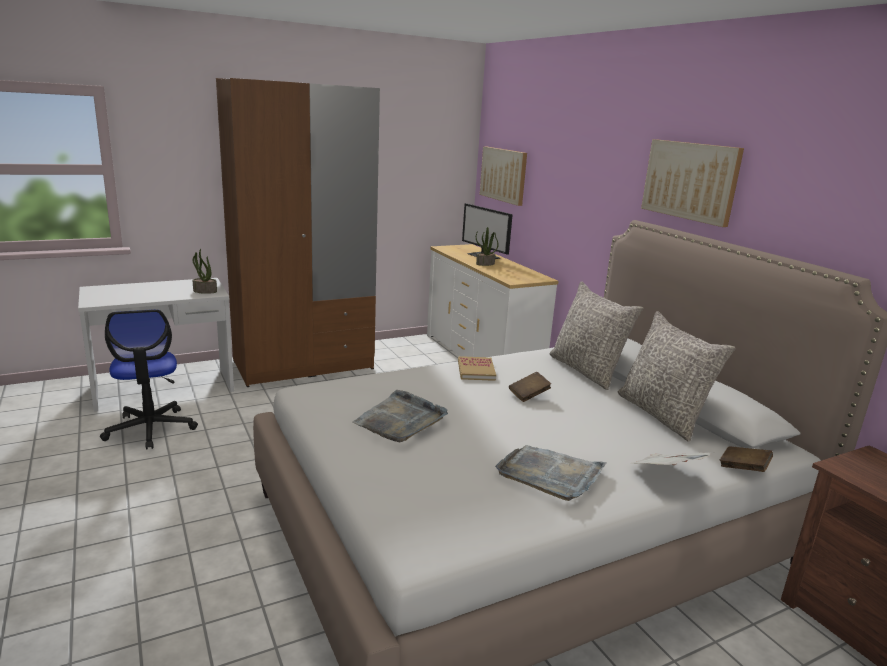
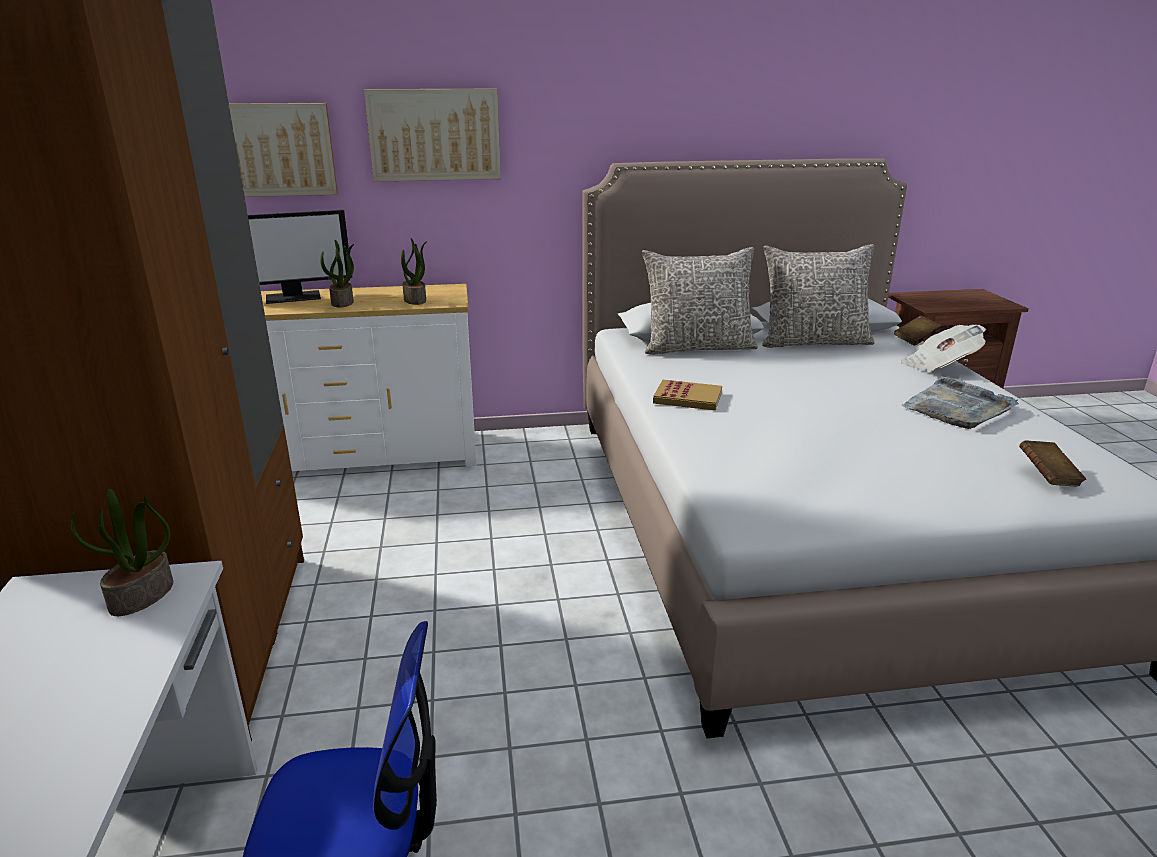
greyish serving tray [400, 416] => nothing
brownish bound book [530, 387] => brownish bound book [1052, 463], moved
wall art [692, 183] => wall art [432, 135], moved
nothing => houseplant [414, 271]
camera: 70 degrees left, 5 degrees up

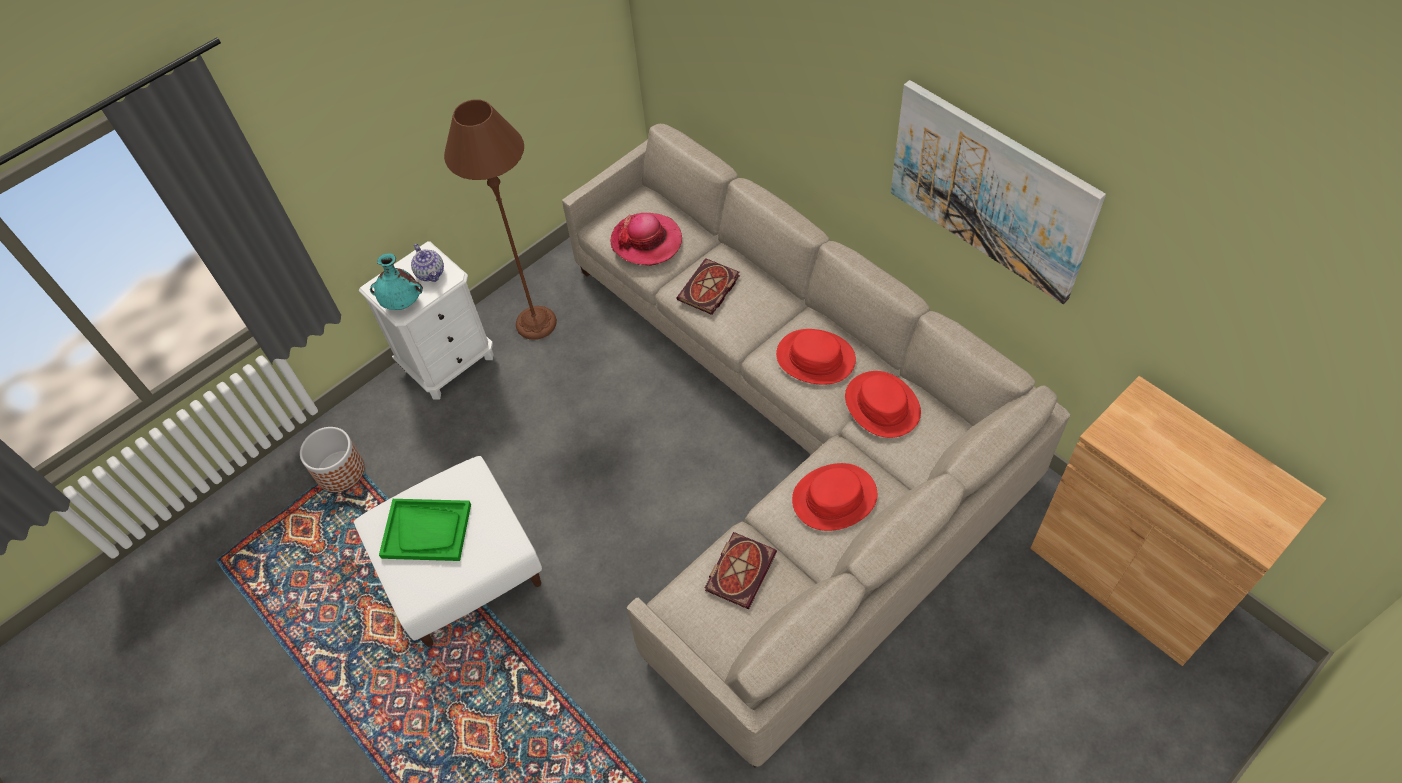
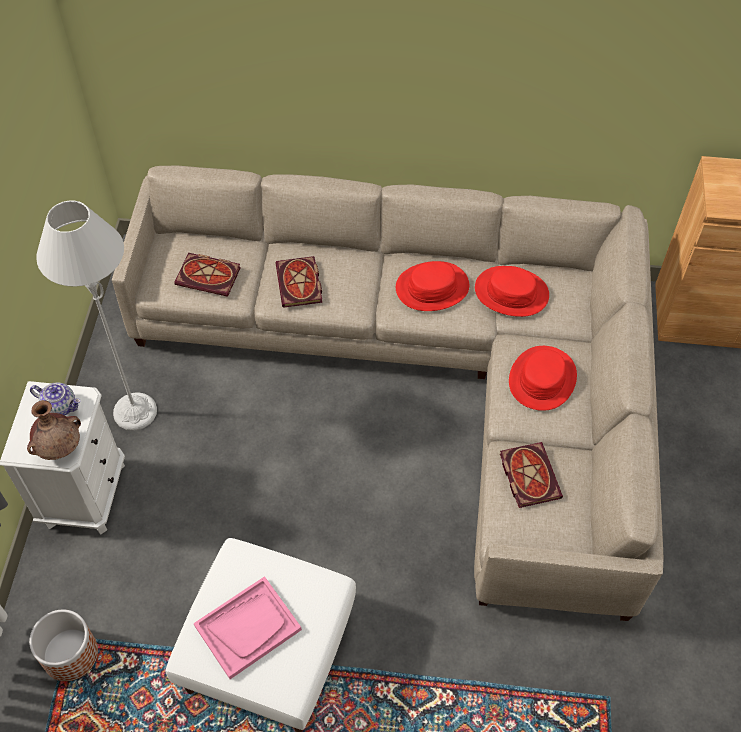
turquoise-coloured vase [396, 281] => brownish vase [54, 430]
green serving tray [425, 530] => pink-coloured serving tray [248, 627]
brownish floor lamp [500, 219] => greyish floor lamp [96, 315]
clothing hat [646, 239] => bound book [207, 275]
wall art [998, 192] => nothing
camera: 45 degrees left, 0 degrees up

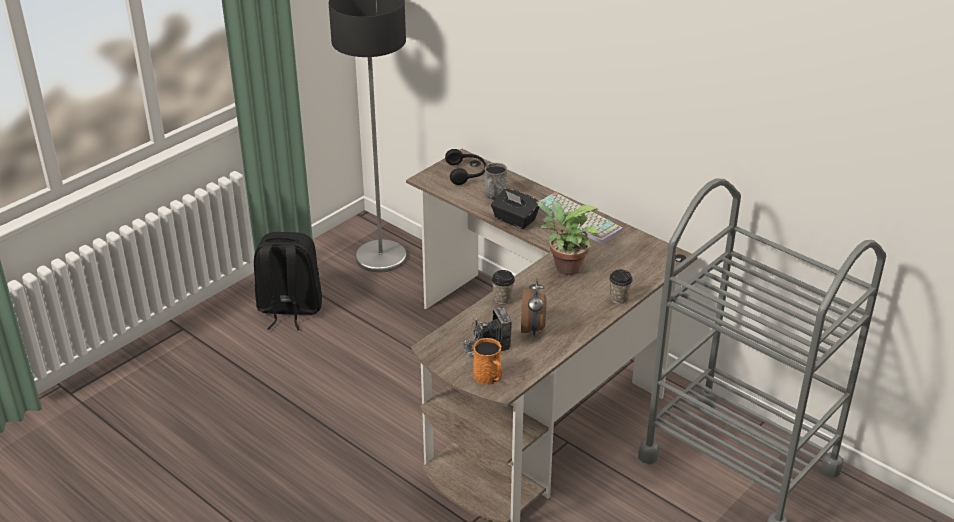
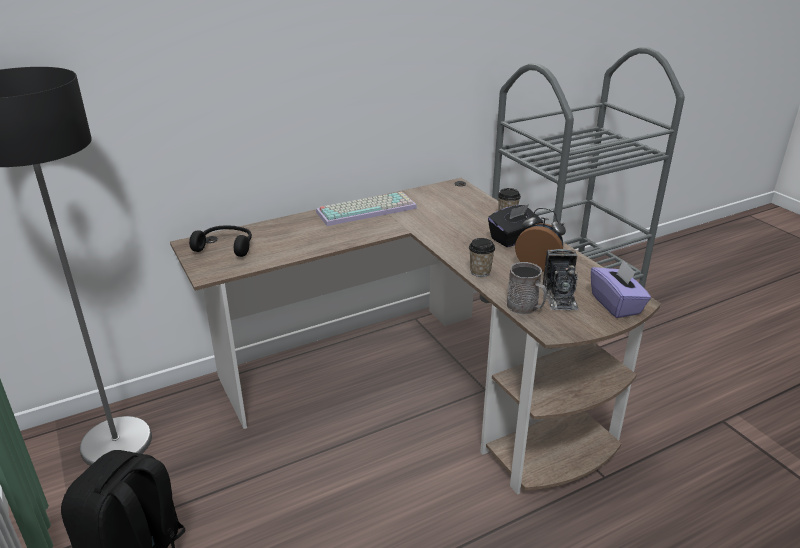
orangey coffee mug [487, 361] => purple tissue box [621, 289]
greyish coffee mug [495, 181] => greyish coffee mug [527, 288], moved
blackish tissue box [515, 209] => blackish tissue box [515, 225], moved
houseplant [568, 238] => nothing
camera: 70 degrees left, 5 degrees down

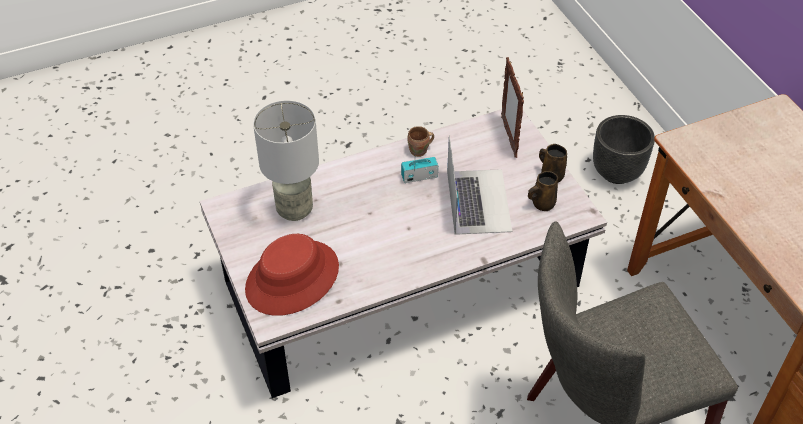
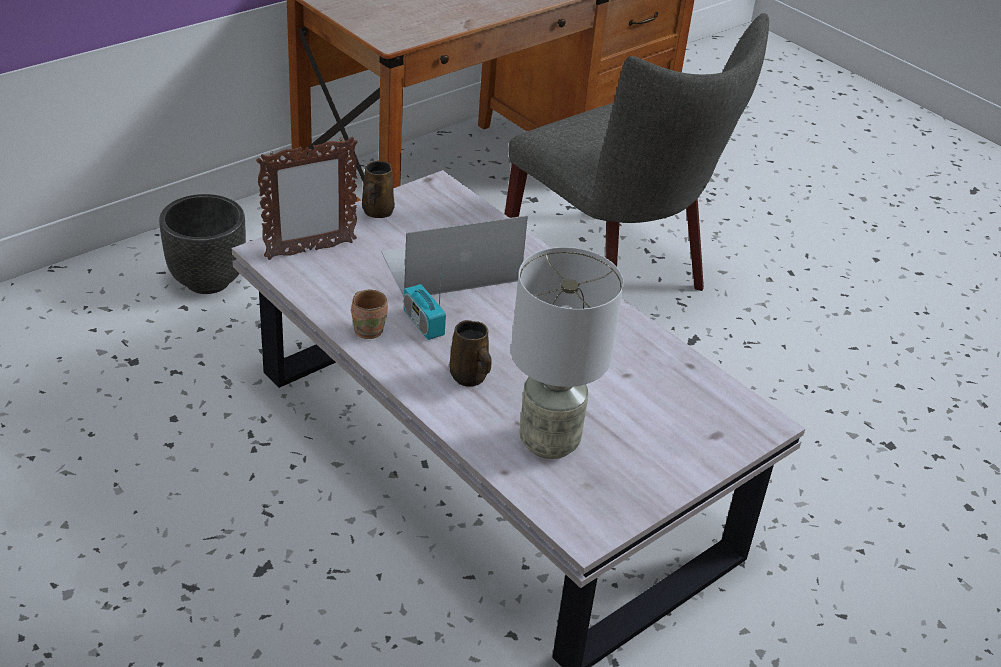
red-coloured clothing hat [292, 275] => nothing
brownish coffee mug [543, 191] => brownish coffee mug [470, 353], moved
camera: 110 degrees left, 10 degrees down

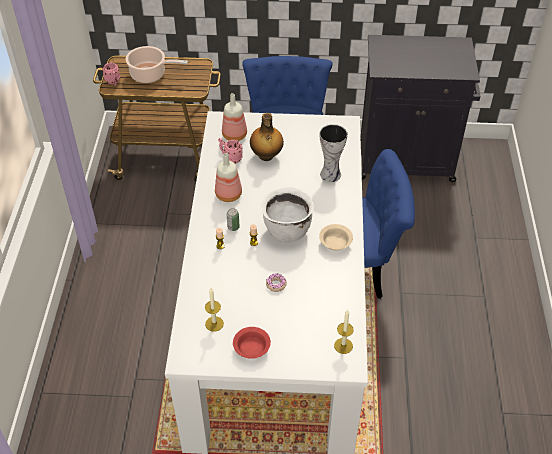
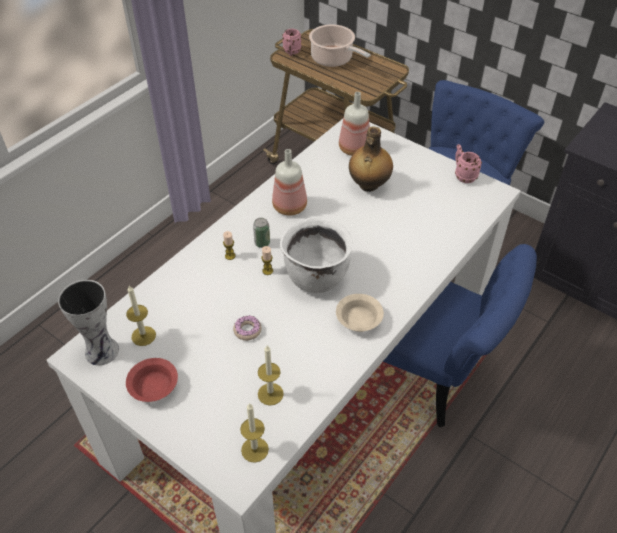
pink-coloured coffee mug [230, 151] => pink-coloured coffee mug [468, 163], moved
vase [333, 153] => vase [88, 323], moved
nothing => candle [271, 376]
camera: 35 degrees right, 0 degrees up

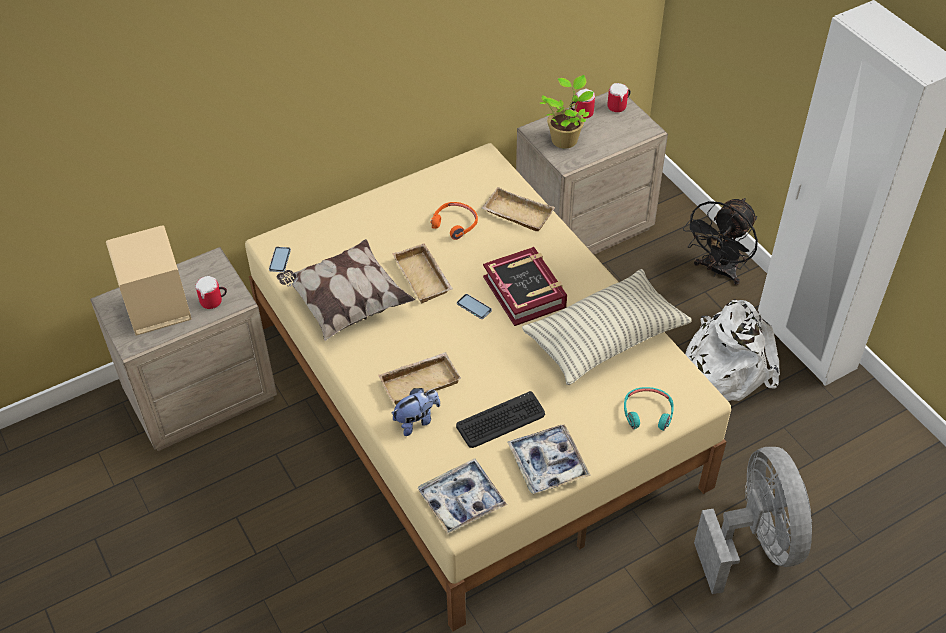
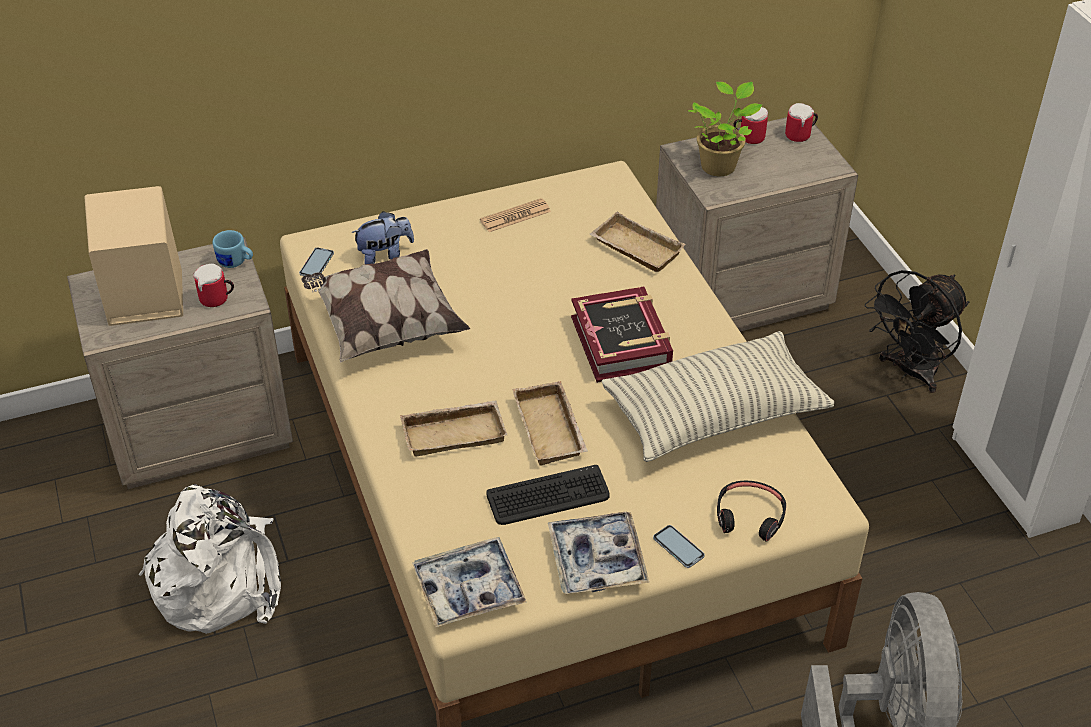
beige-coloured serving tray [422, 273] => beige-coloured serving tray [550, 423], moved
cuddly toy [416, 412] => cuddly toy [382, 237], moved
orangey pair of headphones [454, 221] => nothing
handset [474, 306] => handset [679, 546], moved
turquoise-coloured pair of headphones [649, 409] => blackish pair of headphones [751, 511]
white-coloured backpack [732, 350] => white-coloured backpack [210, 559], moved
nothing => blue coffee mug [233, 249]
nothing => daily paper [515, 215]
camera: 10 degrees right, 5 degrees down

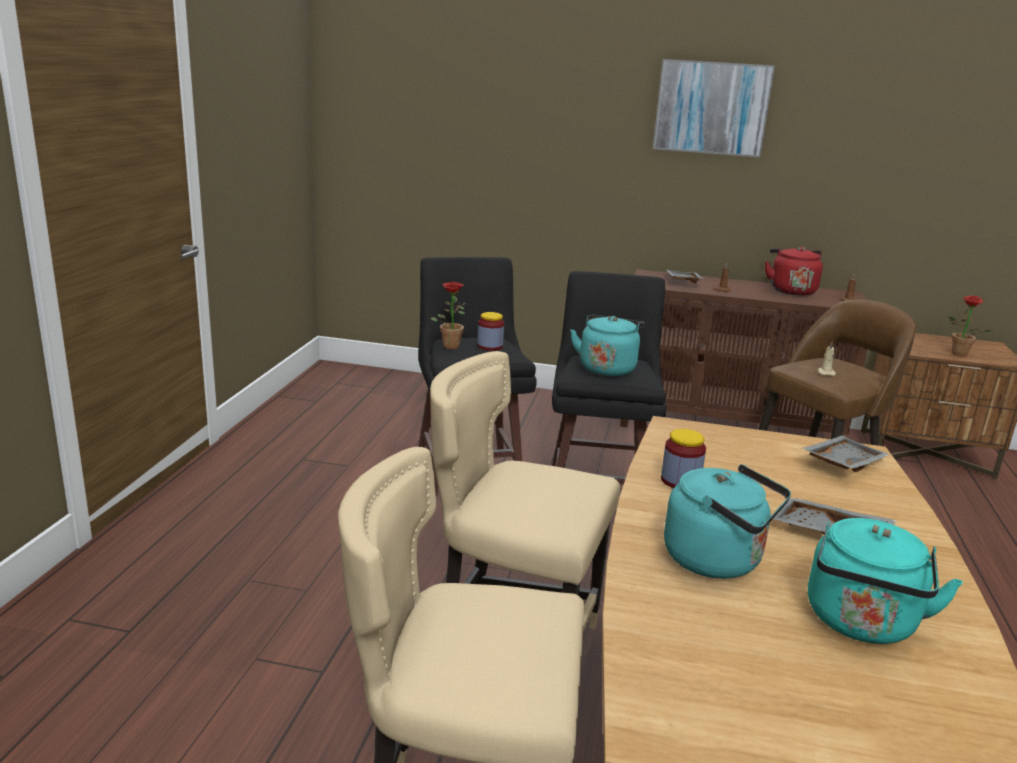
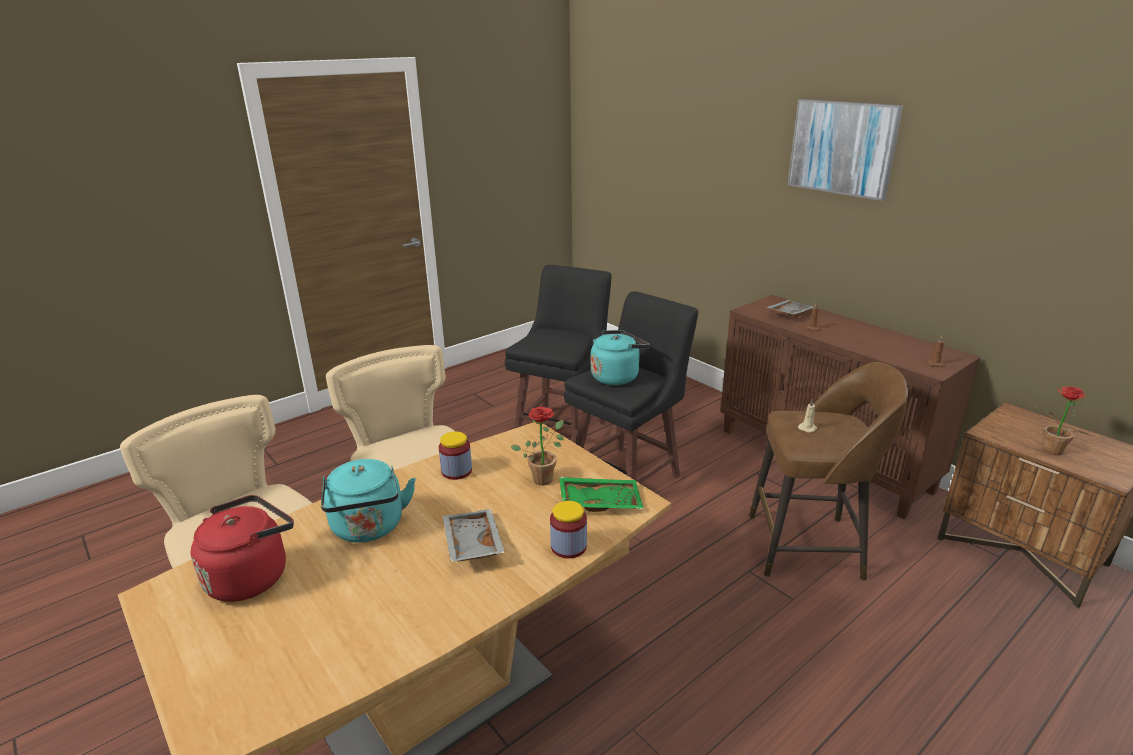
houseplant [448, 315] => houseplant [537, 446], moved
preserve jar [490, 331] => preserve jar [568, 530], moved
red-coloured tea kettle [794, 271] => red-coloured tea kettle [242, 548], moved
greyish serving tray [846, 454] => green serving tray [601, 494]
turquoise-coloured tea kettle [885, 581] => nothing
camera: 40 degrees right, 5 degrees up

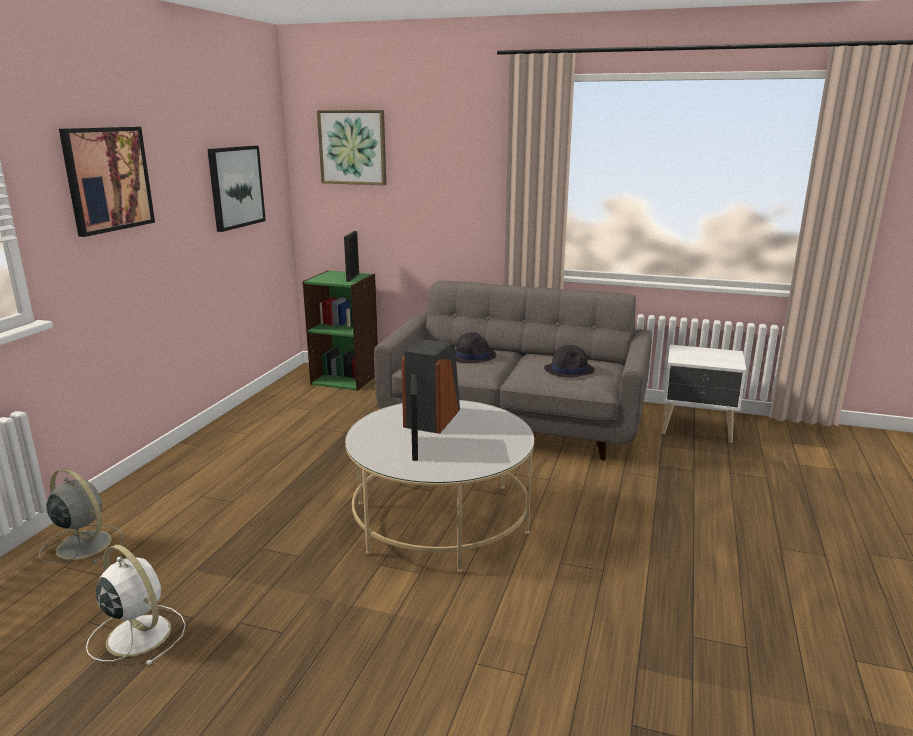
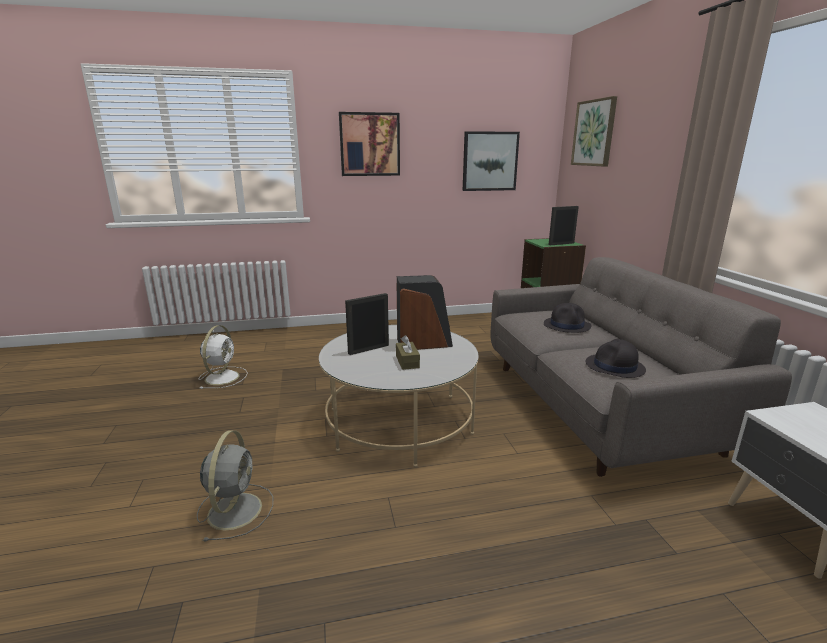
greyish fan [81, 516] => greyish fan [235, 486], moved
nothing => brownish tissue box [408, 352]
camera: 60 degrees right, 0 degrees up

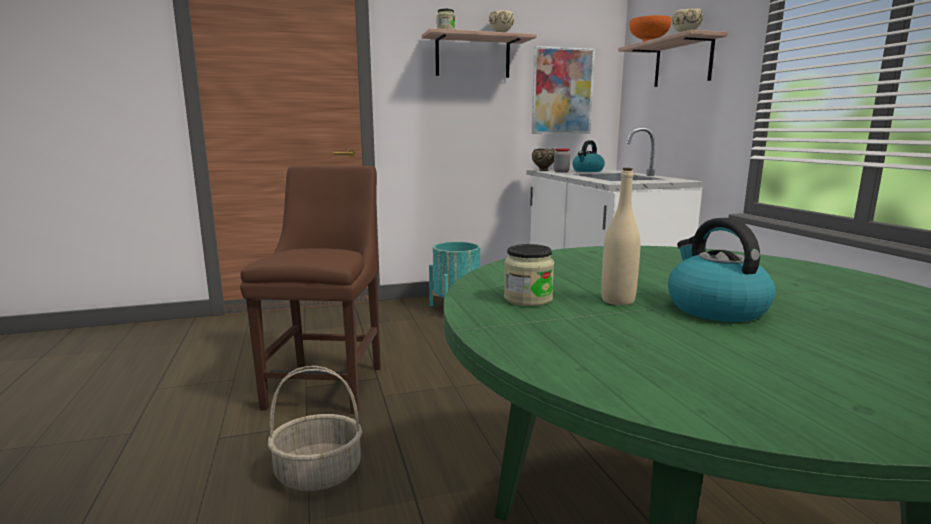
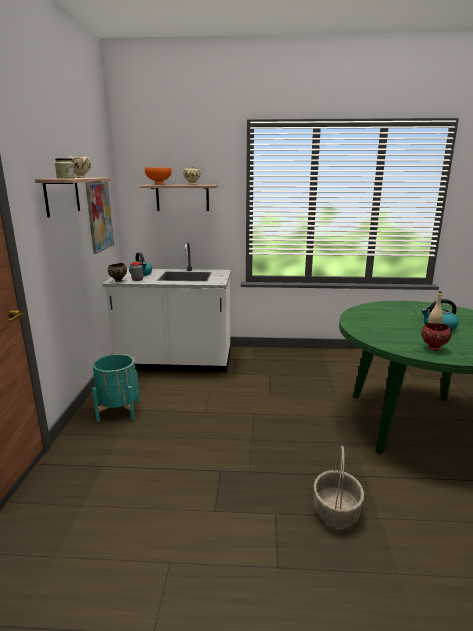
brownish chair [310, 290] => nothing
preserve jar [529, 275] => red-coloured deep dish [436, 337]
camera: 70 degrees left, 5 degrees up

